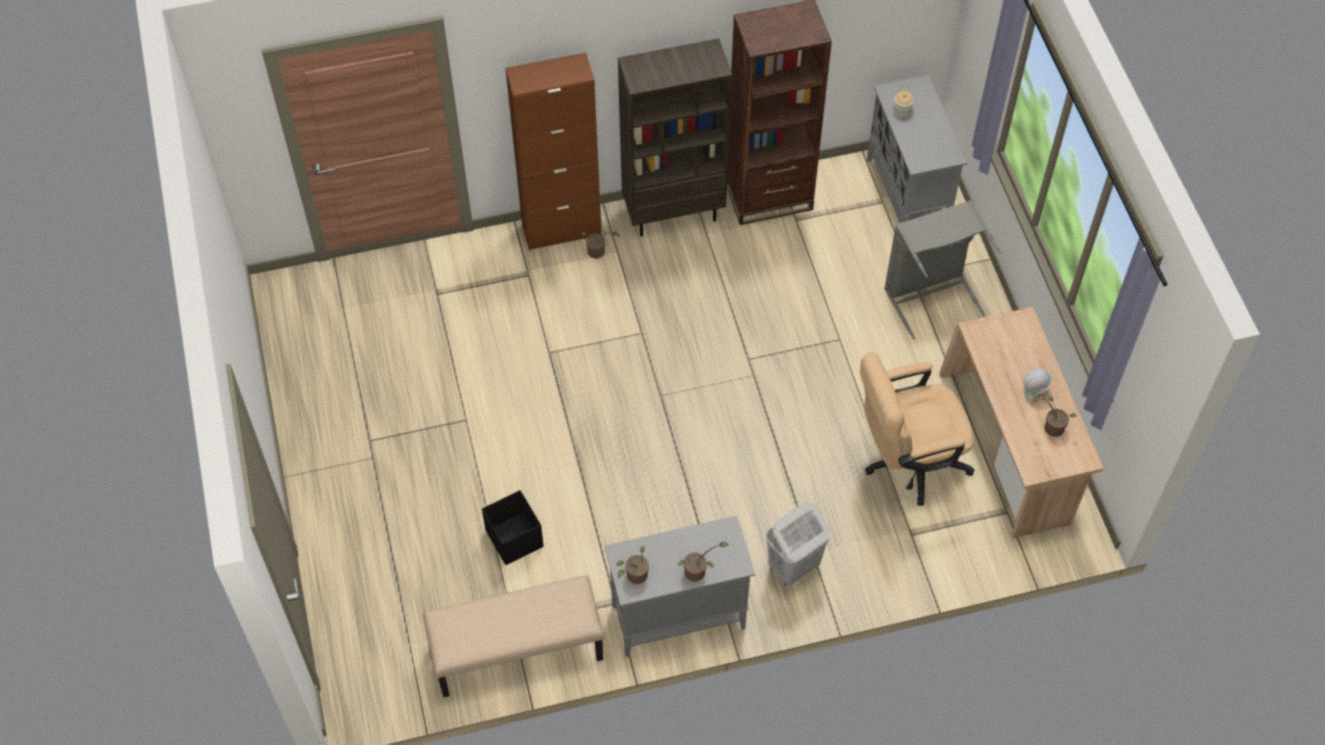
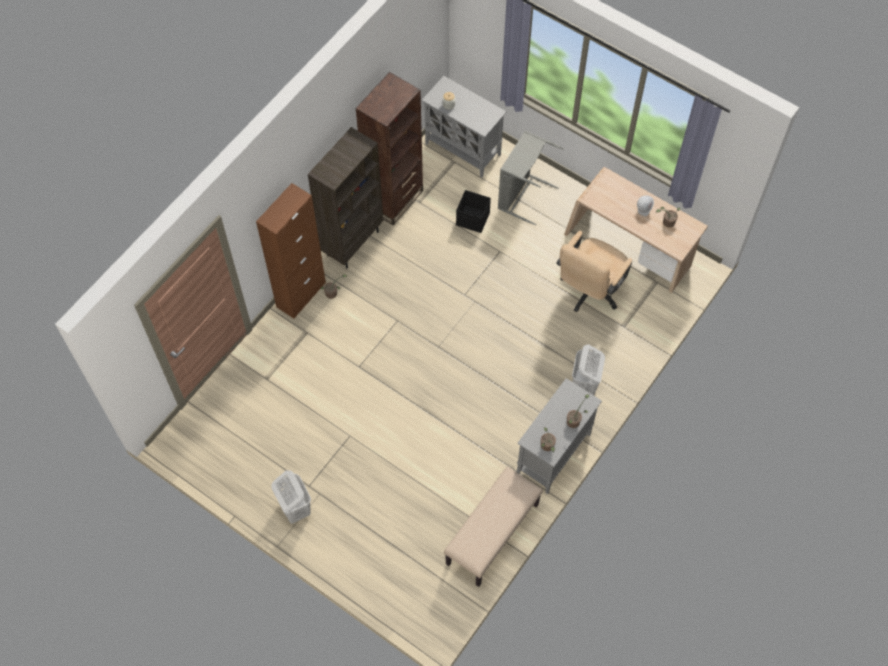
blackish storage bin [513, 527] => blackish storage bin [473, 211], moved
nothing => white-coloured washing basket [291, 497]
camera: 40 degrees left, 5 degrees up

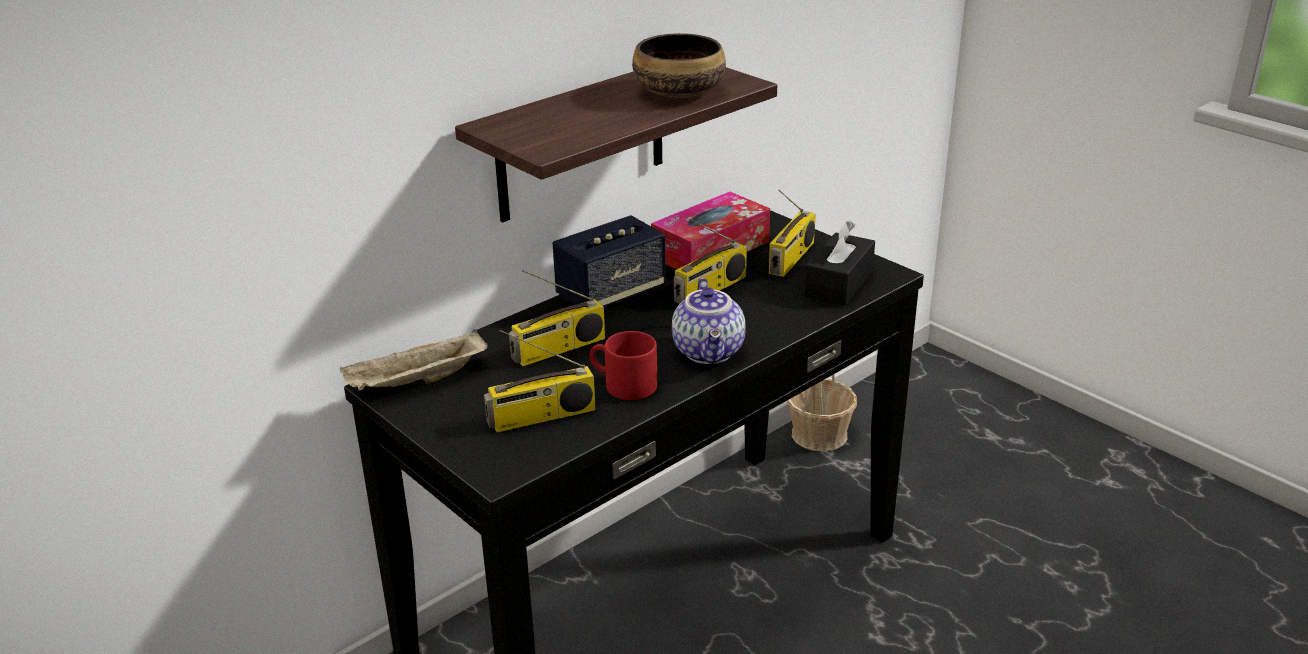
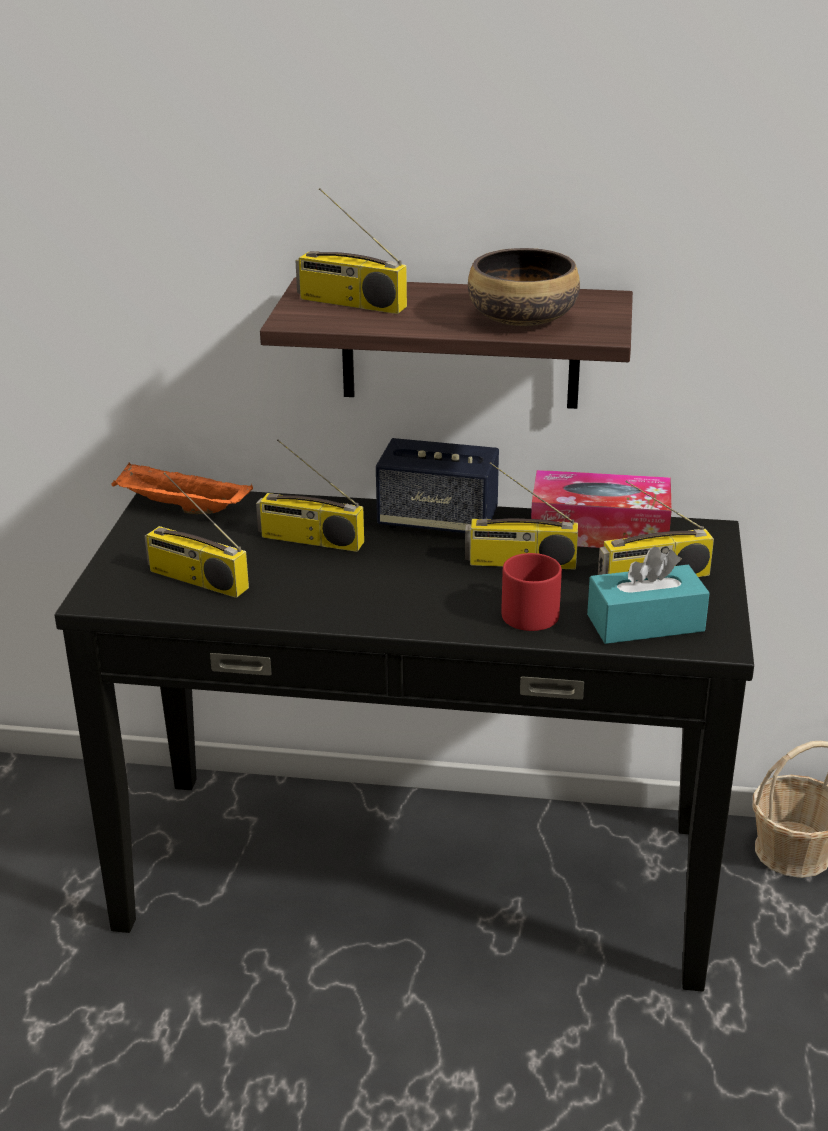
beige-coloured serving tray [413, 359] => orangey serving tray [182, 488]
red-coloured coffee mug [623, 365] => red-coloured coffee mug [531, 592], moved
teapot [709, 321] => nothing
blackish tissue box [839, 263] => turquoise-coloured tissue box [648, 595]
nothing => radio [351, 251]
camera: 50 degrees right, 0 degrees up

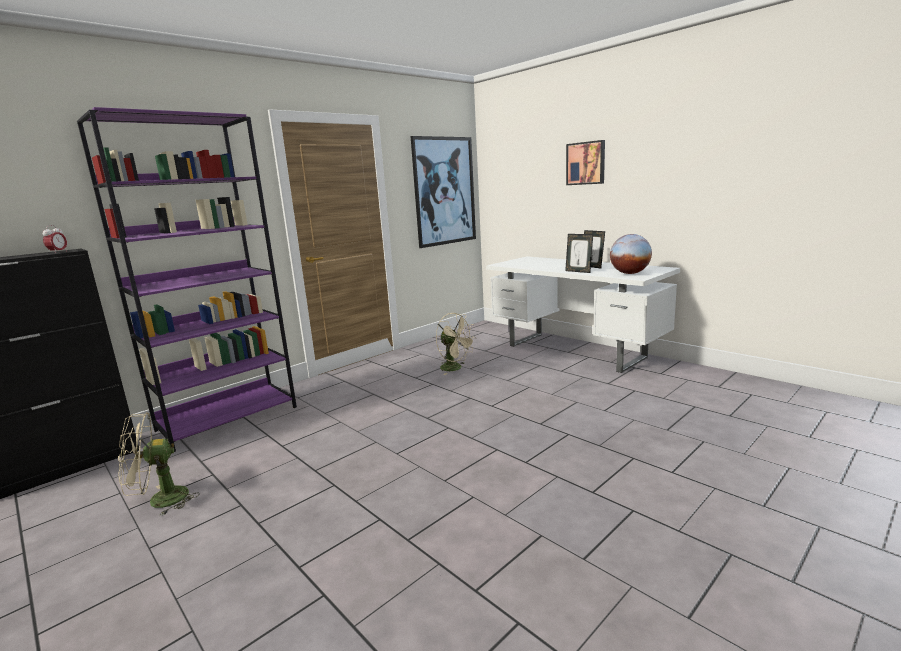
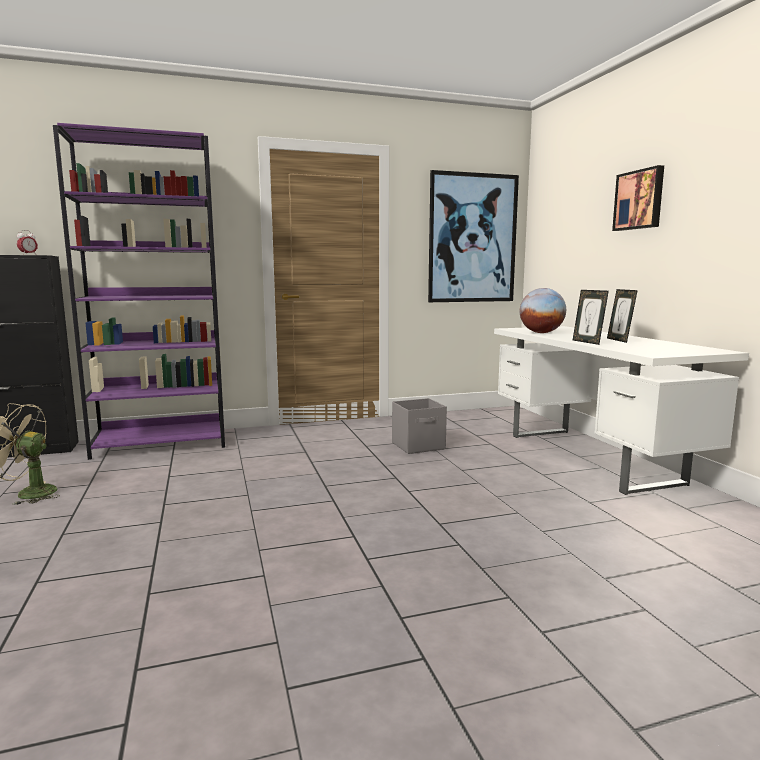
beige-coloured fan [456, 344] => greyish storage bin [419, 426]
globe [631, 254] => globe [543, 310], moved
camera: 25 degrees right, 5 degrees down

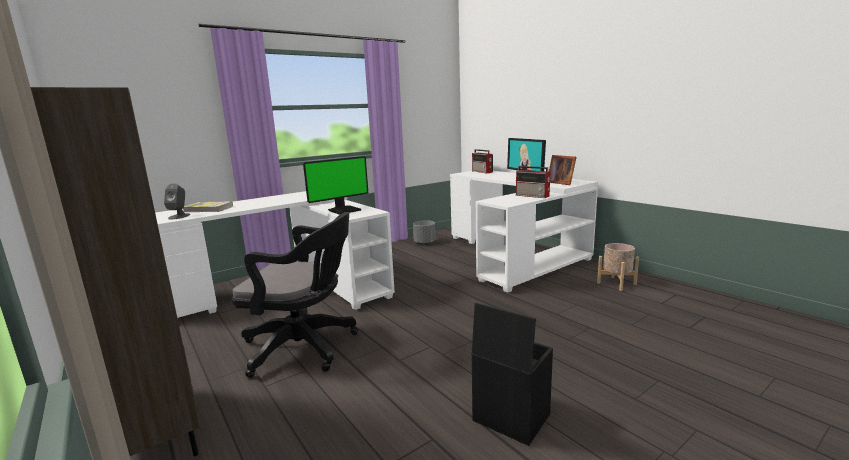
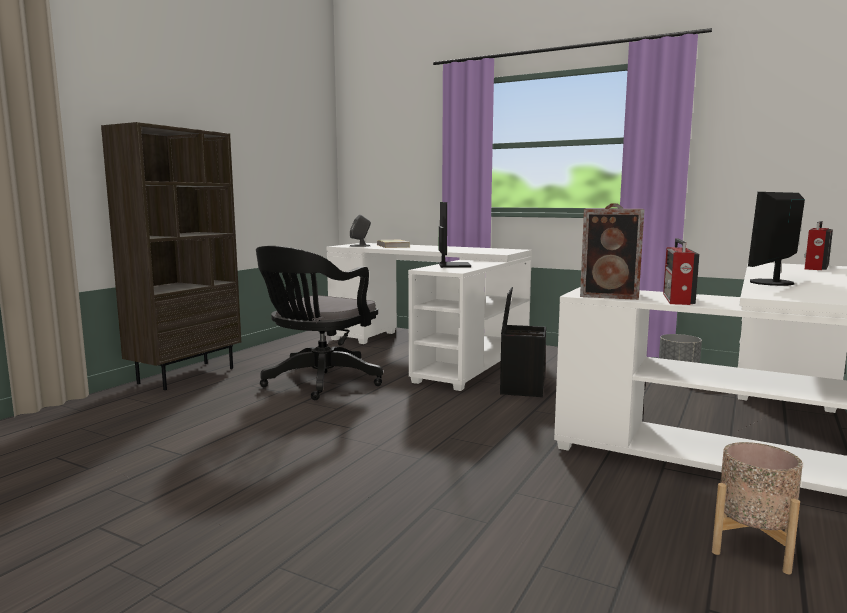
blackish office chair [294, 295] => blackish office chair [319, 323], 45 degrees clockwise
computer display [335, 185] => computer display [455, 235], 120 degrees counterclockwise
blackish storage bin [512, 374] => blackish storage bin [523, 342], moved
photo frame [563, 170] => nothing
nothing => audio speaker [612, 252]
camera: 65 degrees right, 5 degrees down

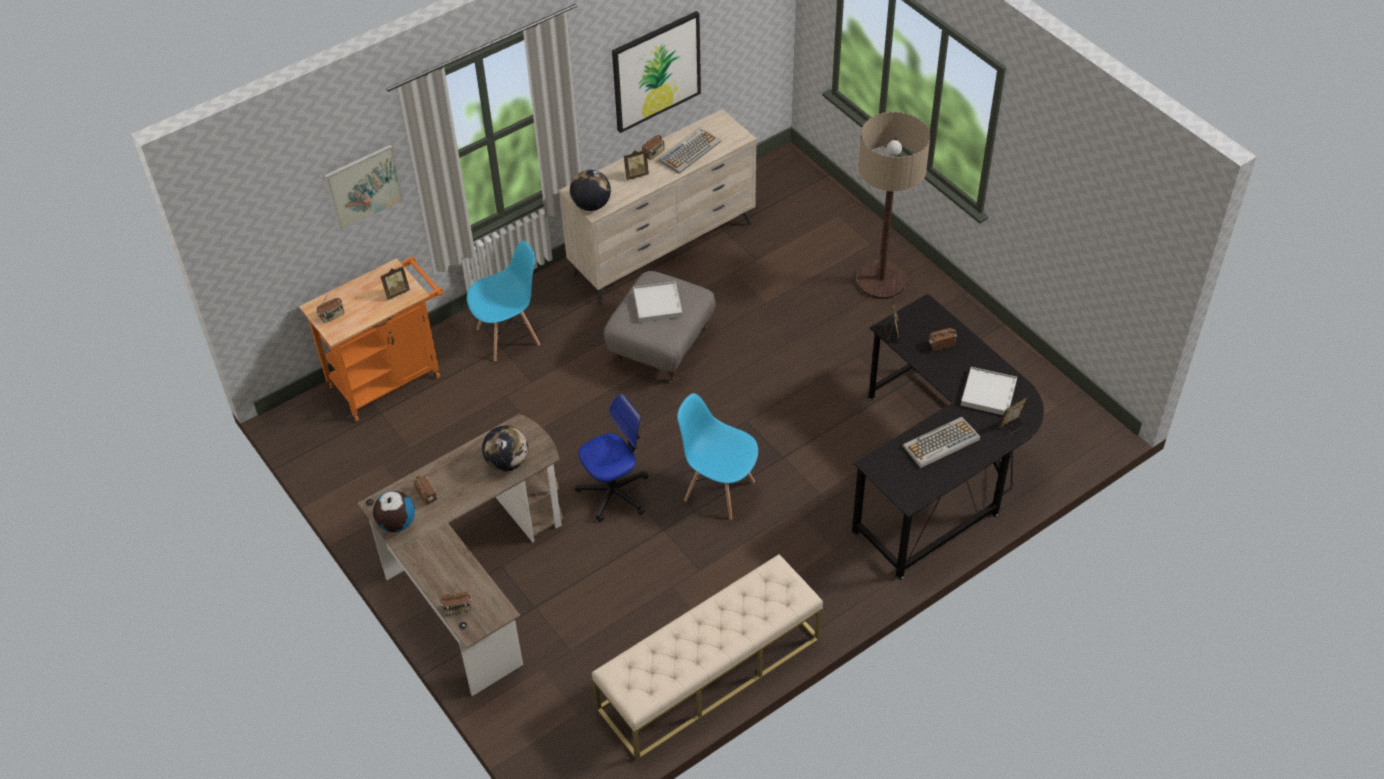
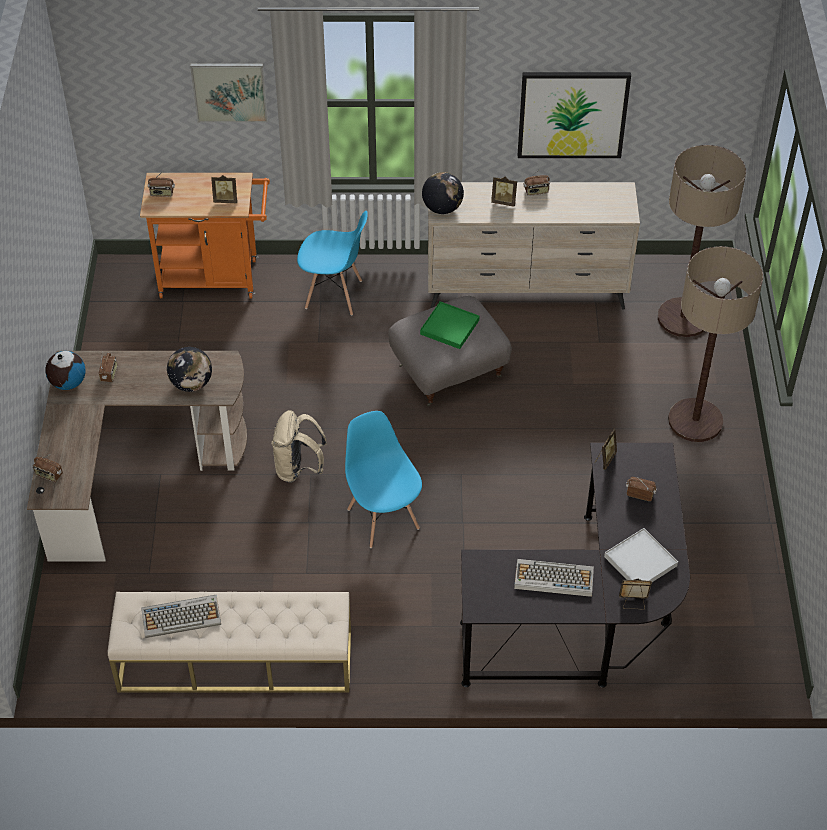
office chair [612, 457] => beige-coloured backpack [299, 446]
white-coloured serving tray [658, 301] => green serving tray [449, 325]
PC keyboard [690, 150] => PC keyboard [181, 616], moved
nothing => floor lamp [702, 241]
camera: 35 degrees right, 0 degrees up

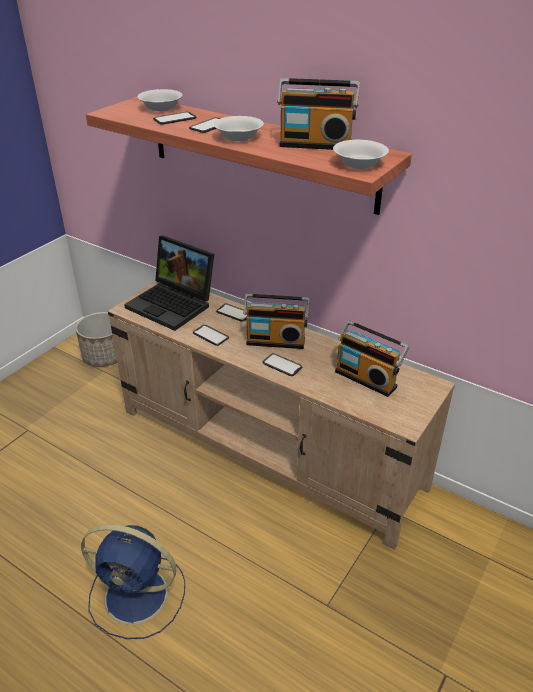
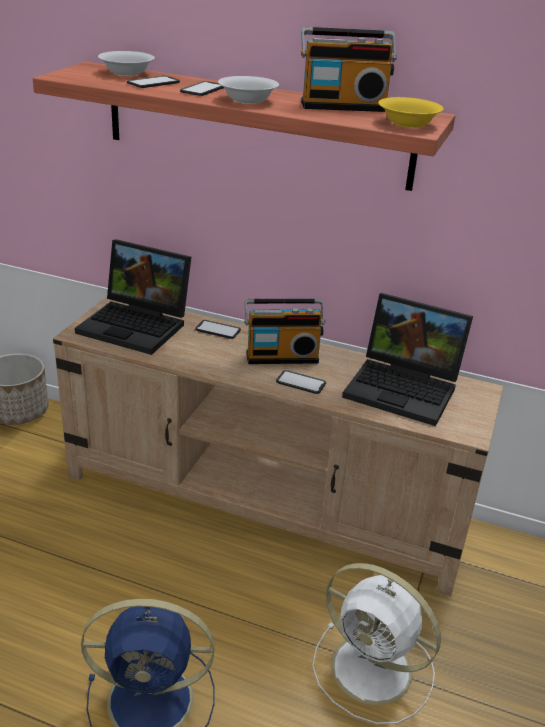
handset [211, 335] => nothing
white-coloured deep dish [361, 154] => yellow deep dish [411, 112]
radio [372, 358] => portable computer [407, 359]
nothing => white-coloured fan [376, 643]
camera: 15 degrees left, 5 degrees down

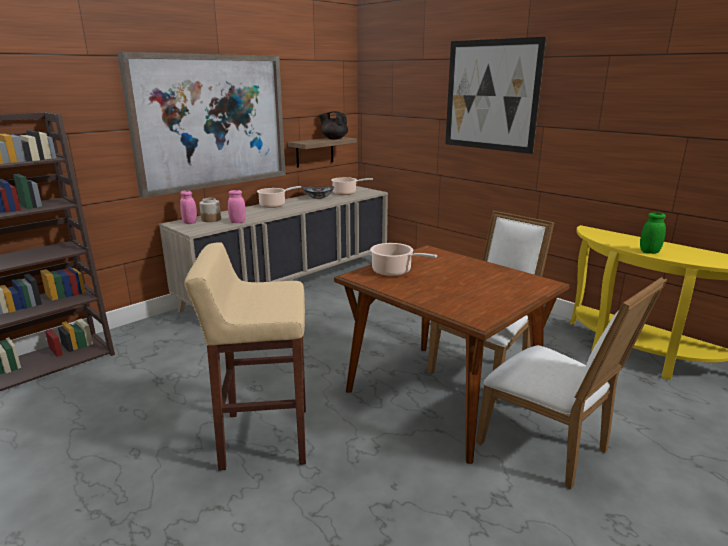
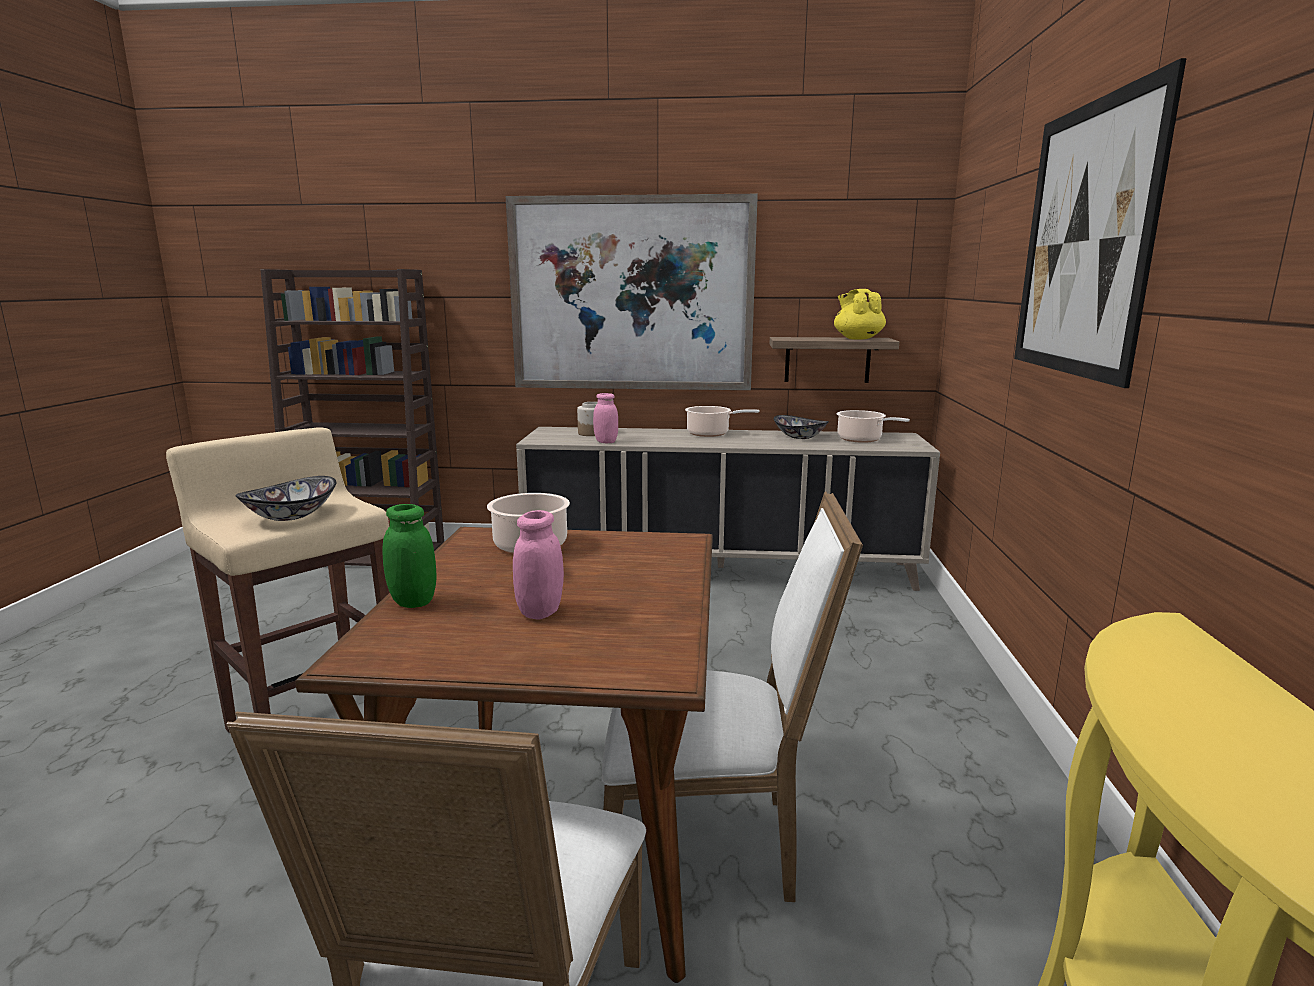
pink-coloured preserve jar [188, 207] => pink-coloured preserve jar [538, 565], moved
blackish teapot [333, 125] => yellow teapot [860, 314]
green preserve jar [653, 233] => green preserve jar [409, 556], moved
nothing => deep dish [286, 498]
camera: 50 degrees right, 5 degrees down

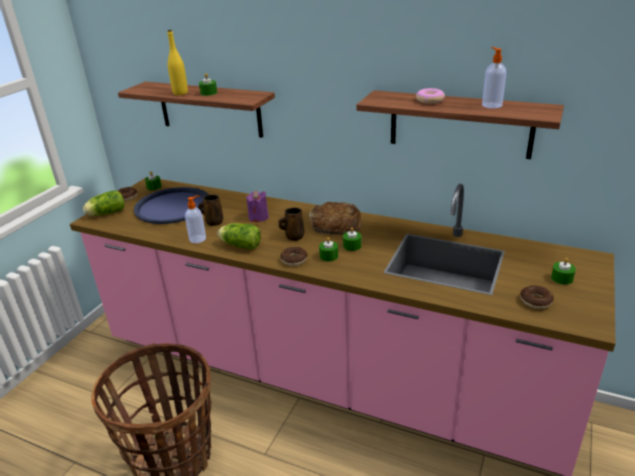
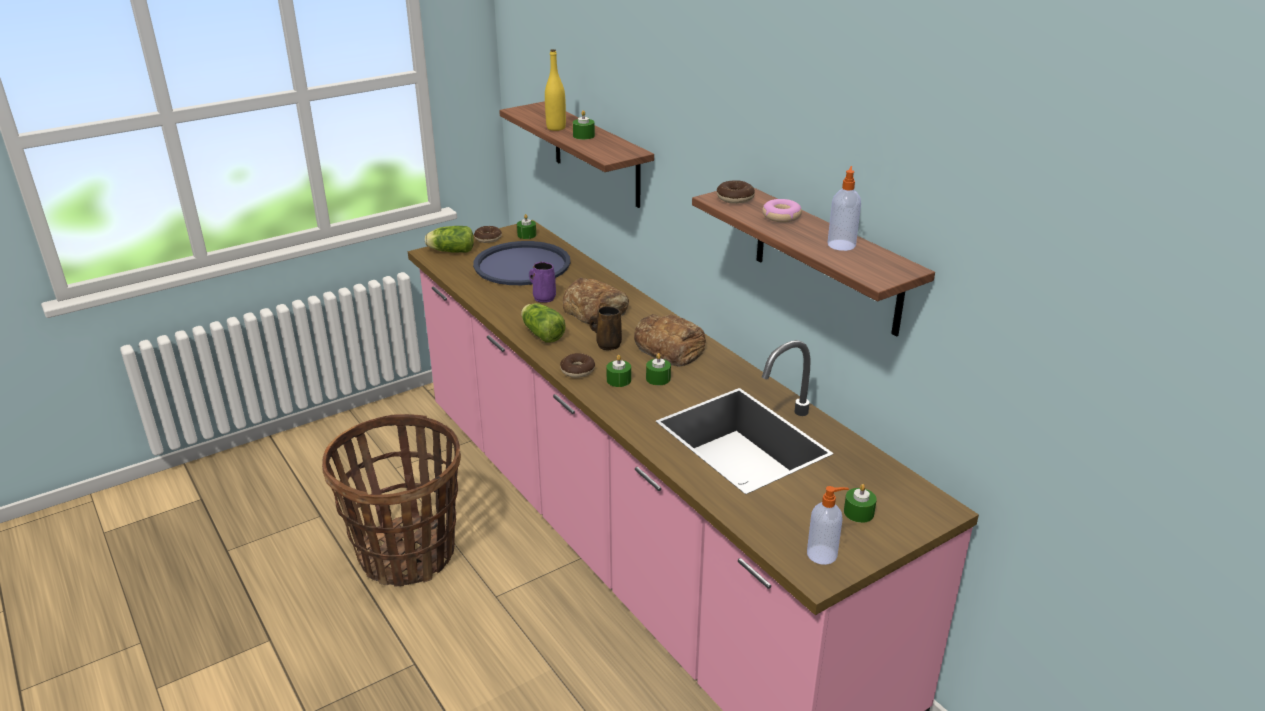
liquid soap bottle [195, 219] => liquid soap bottle [828, 525], moved
brownish coffee mug [210, 210] => purple coffee mug [542, 282]
purple candle [257, 206] => baked bread [596, 301]
ring doughnut [537, 297] => ring doughnut [736, 192], moved
camera: 30 degrees right, 0 degrees up

